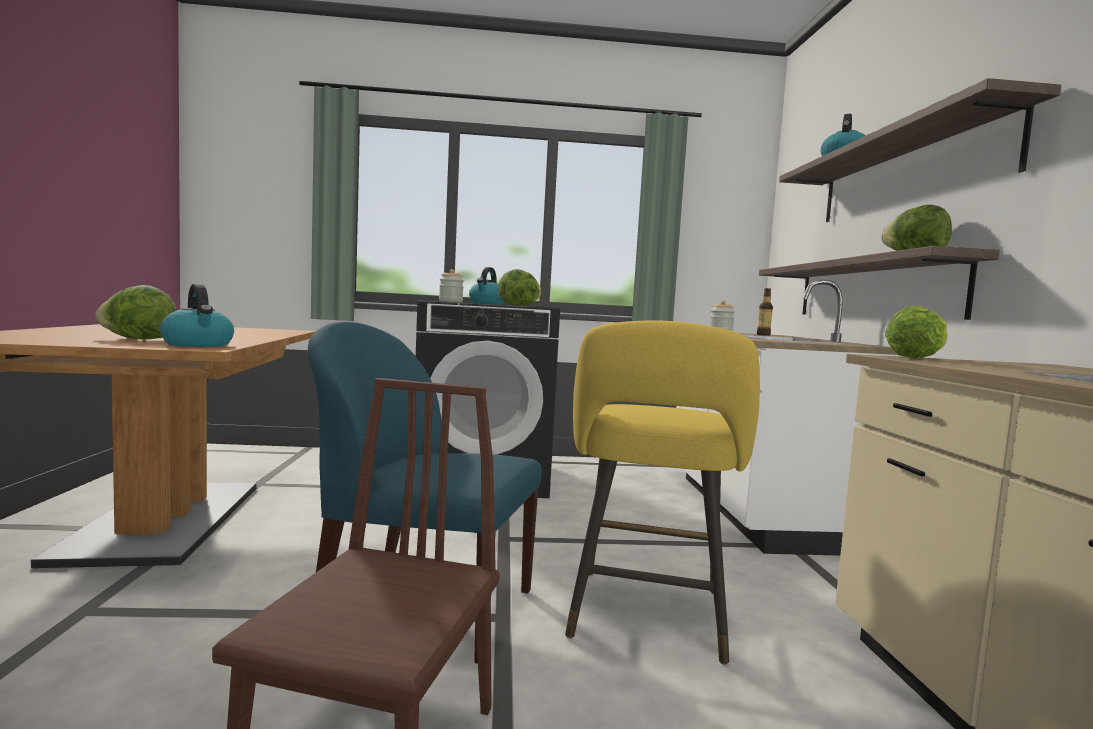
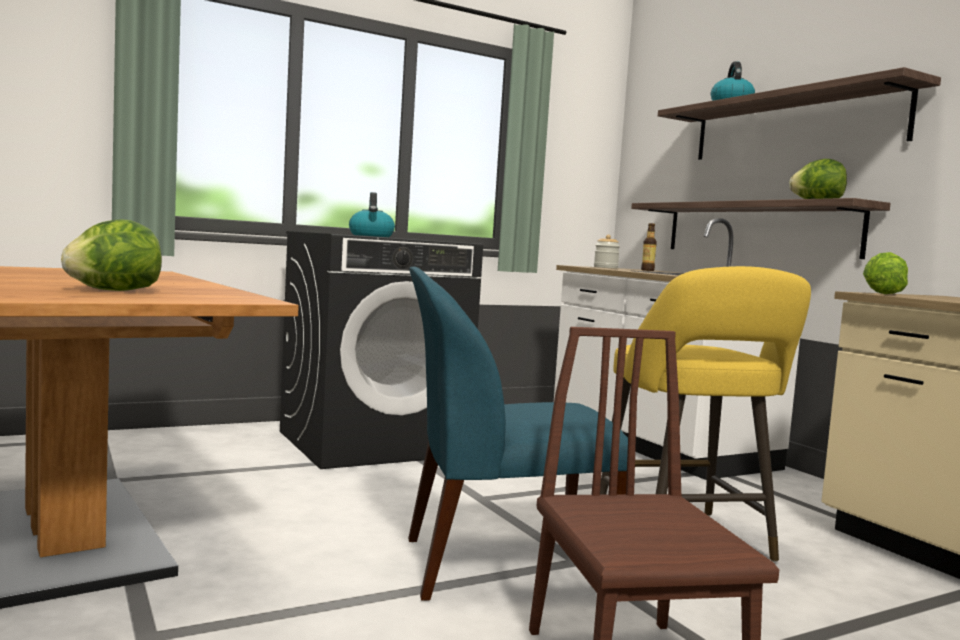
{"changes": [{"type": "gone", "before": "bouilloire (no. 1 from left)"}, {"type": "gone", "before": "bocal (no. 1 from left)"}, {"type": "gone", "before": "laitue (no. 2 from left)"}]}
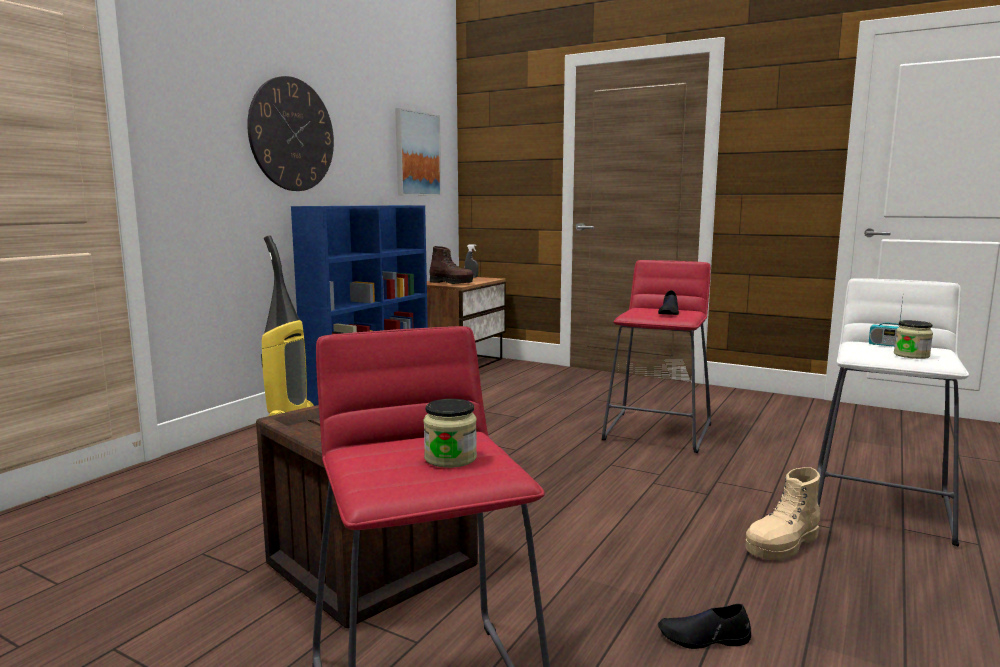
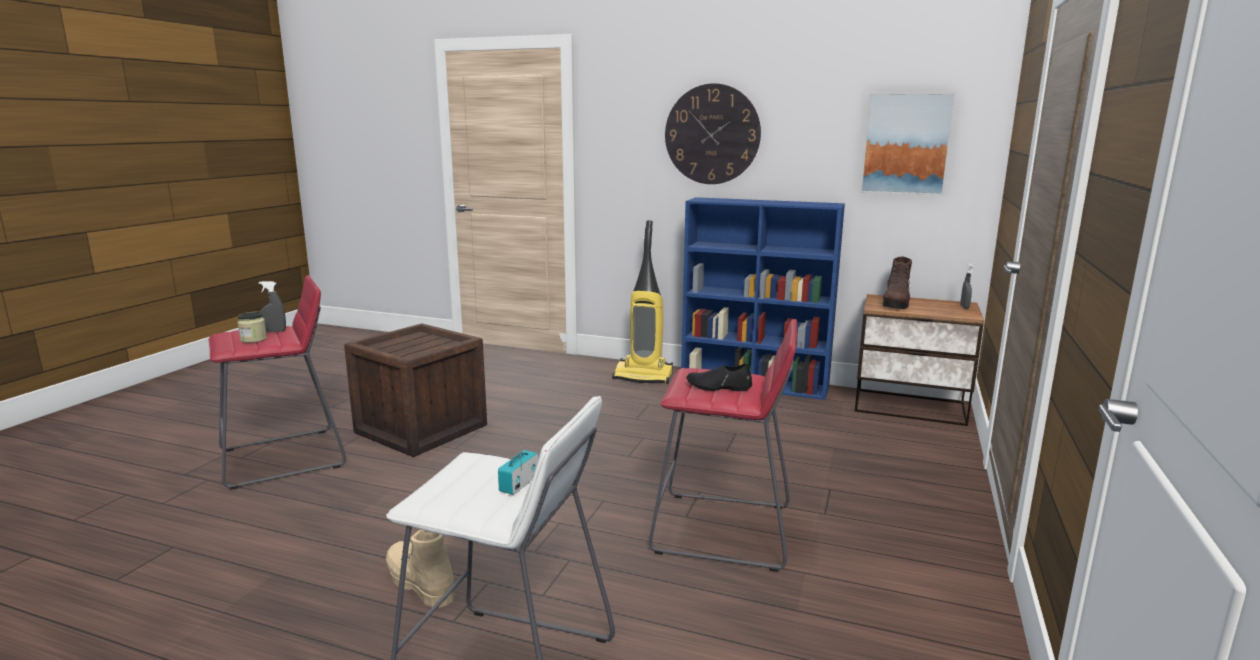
{"changes": [{"type": "gone", "before": "chaussure (noir) (no. 2 from left)"}, {"type": "gone", "before": "bocal (no. 2 from left)"}, {"type": "new", "after": "vaporisateur (gris) (no. 1 from left)"}]}
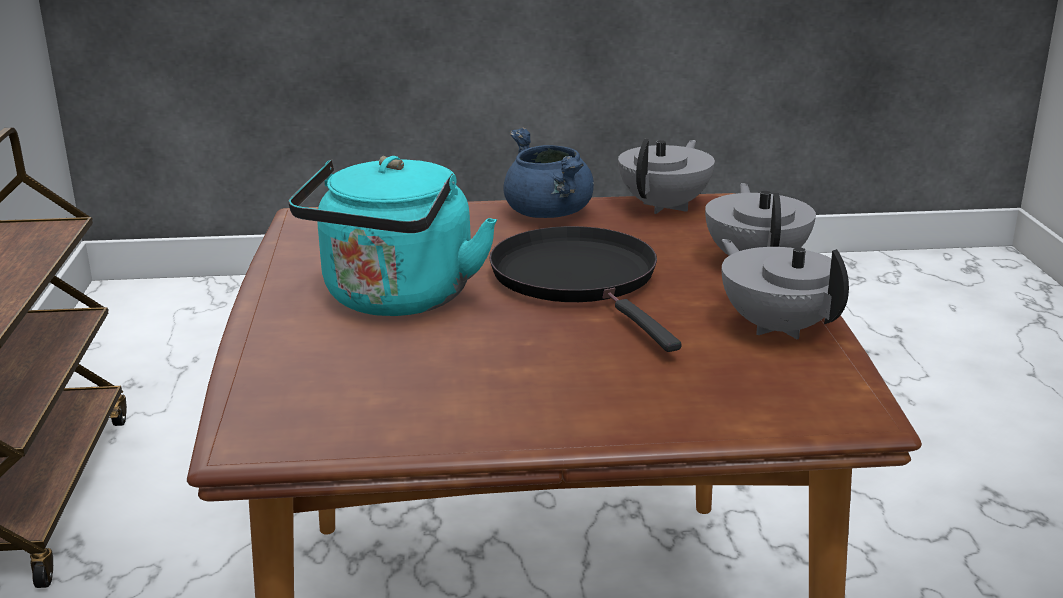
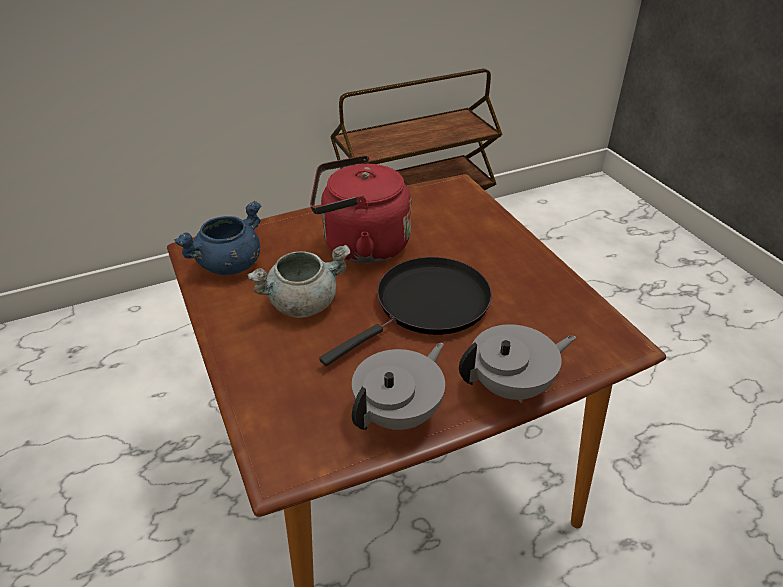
{"changes": [{"type": "gone", "before": "théière (gris) (no. 1 from left)"}, {"type": "new", "after": "marmite (gris)"}, {"type": "shifted", "before": "marmite (bleu)"}, {"type": "repainted", "before": "bouilloire (turquoise)", "after": "bouilloire (rouge)"}]}
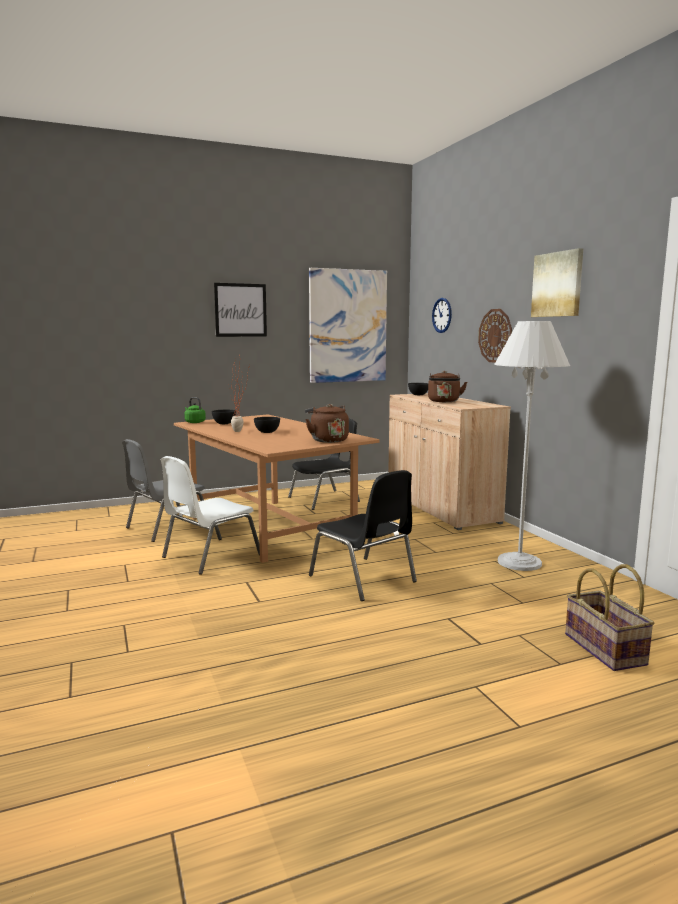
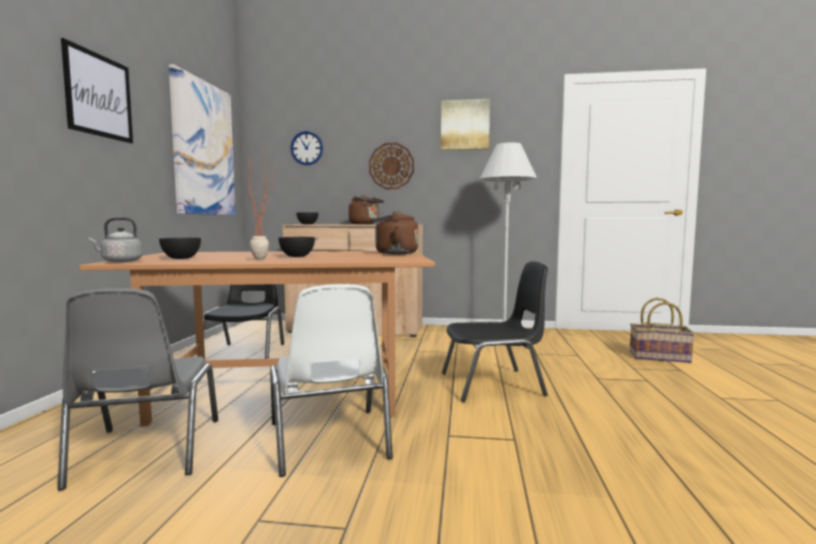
{"changes": [{"type": "repainted", "before": "bouilloire (vert)", "after": "bouilloire (gris)"}]}
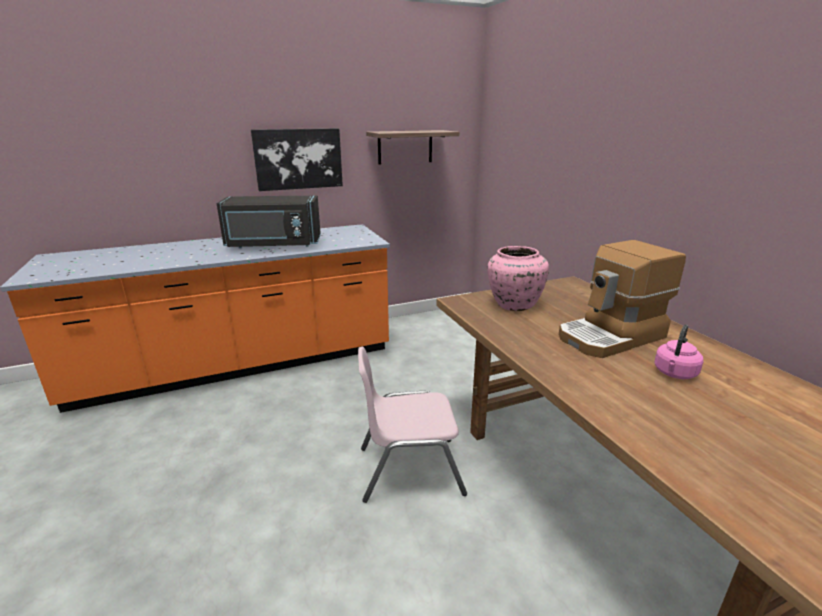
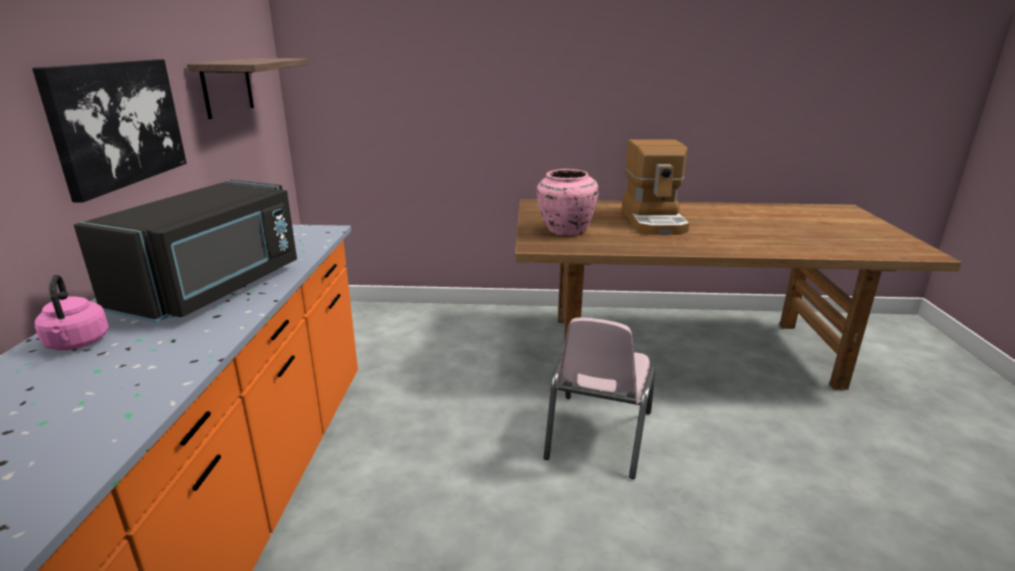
{"changes": [{"type": "shifted", "before": "bouilloire (rose)"}]}
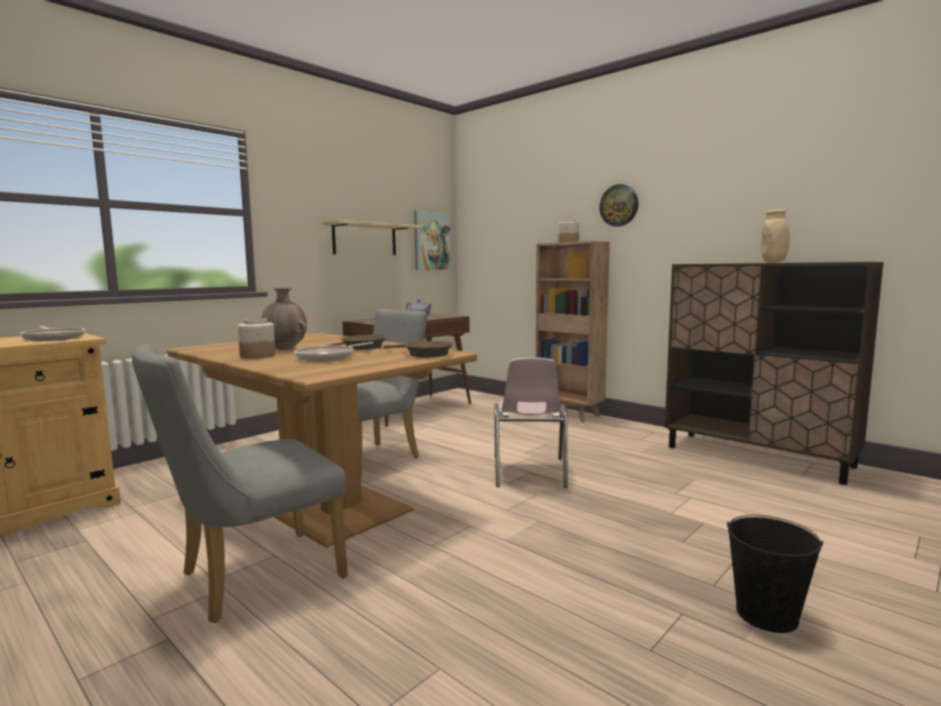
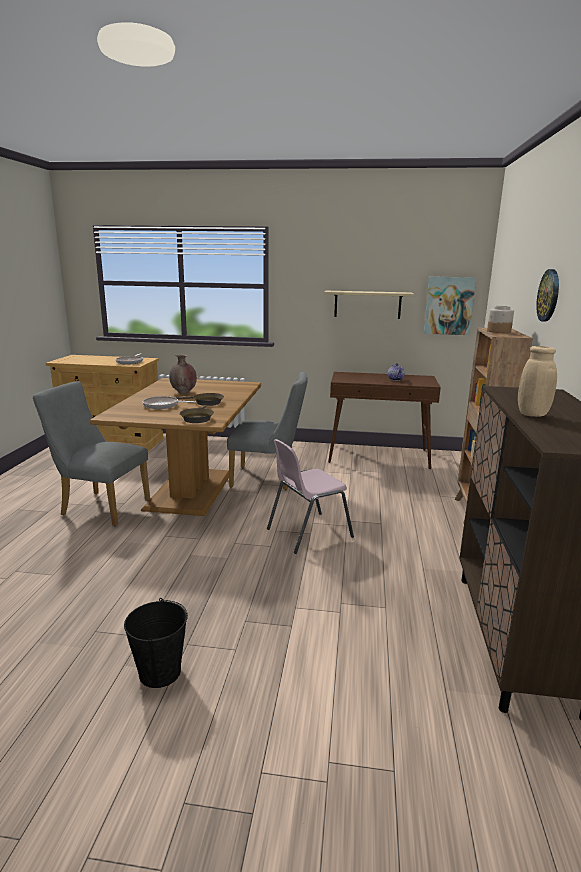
{"changes": [{"type": "gone", "before": "bocal (no. 1 from left)"}]}
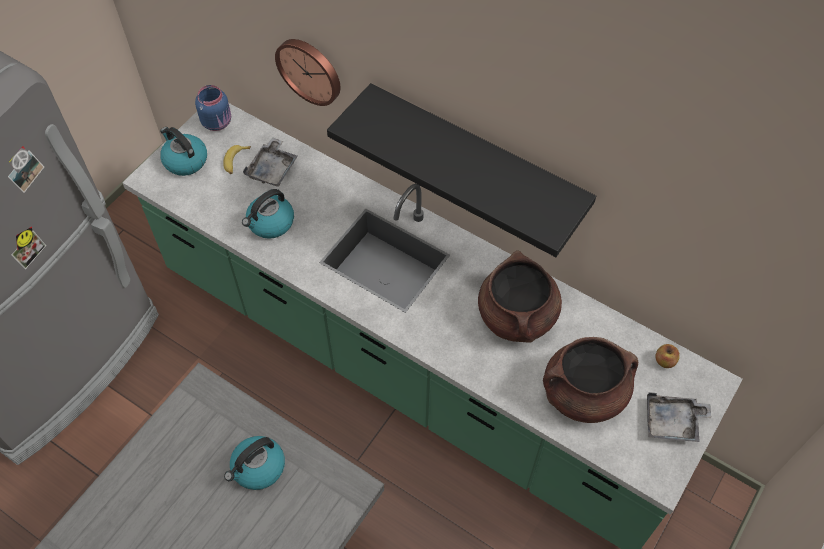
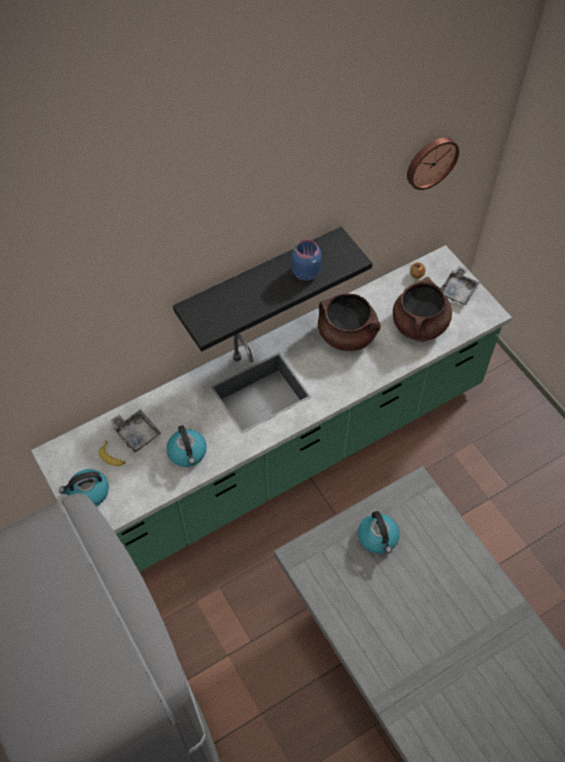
{"changes": [{"type": "shifted", "before": "bocal (bleu)"}, {"type": "shifted", "before": "horloge murale"}]}
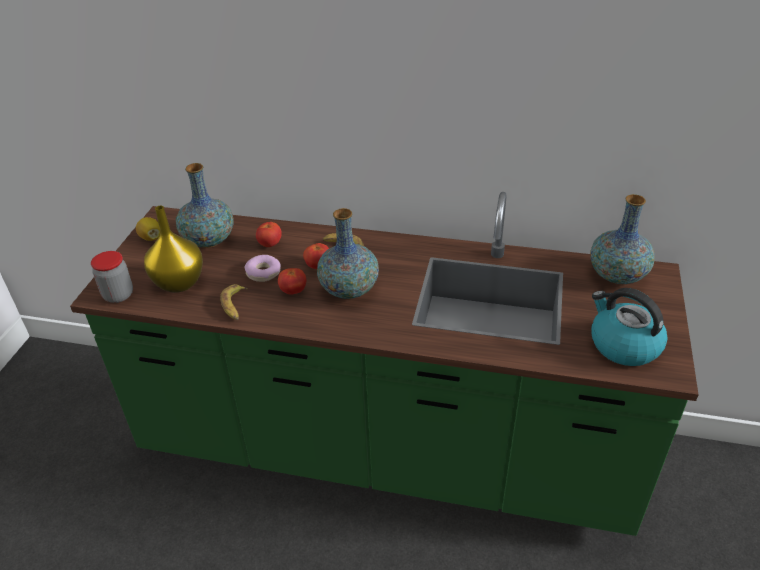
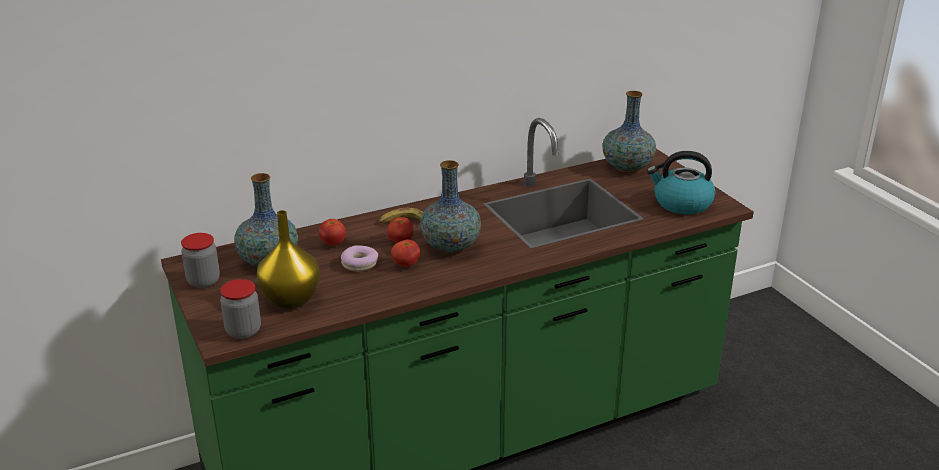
{"changes": [{"type": "gone", "before": "banane (no. 1 from left)"}, {"type": "swapped", "before": "citron", "after": "bocal (no. 1 from left)"}]}
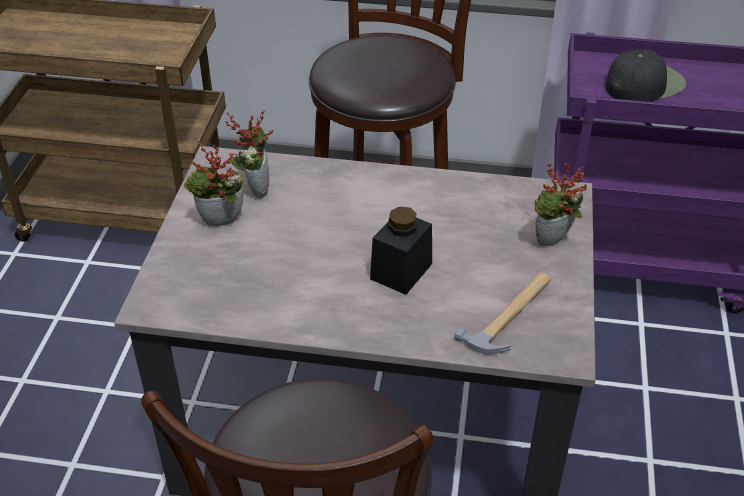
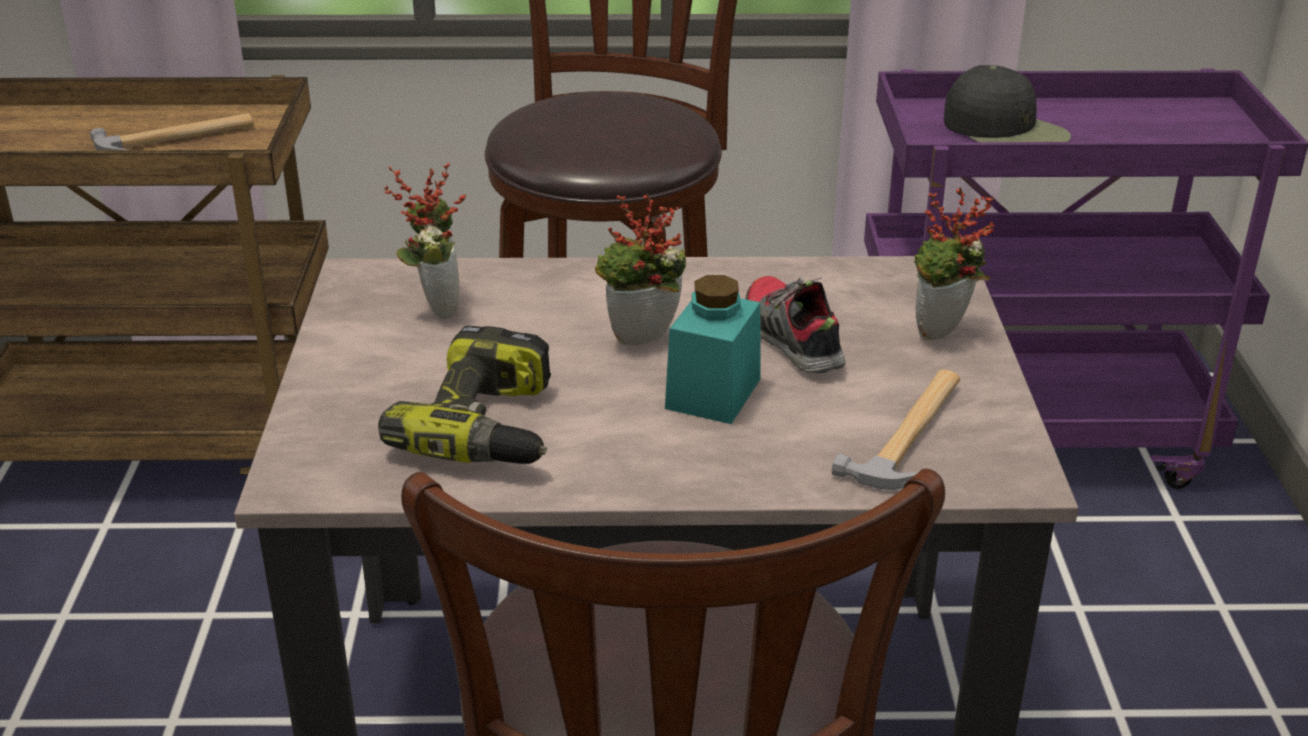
{"changes": [{"type": "new", "after": "marteau (no. 1 from left)"}, {"type": "new", "after": "perceuse"}, {"type": "new", "after": "chaussure"}, {"type": "shifted", "before": "plante en pot (no. 1 from left in the first image)", "after": "plante en pot (no. 2 from left)"}, {"type": "repainted", "before": "bocal (noir)", "after": "bocal (turquoise)"}, {"type": "rotated", "before": "casquette (noir)", "turn": 90}]}
